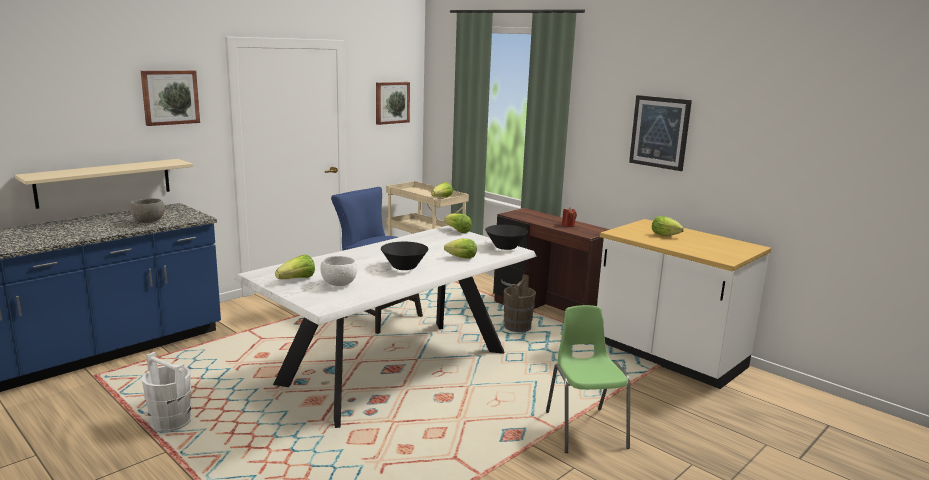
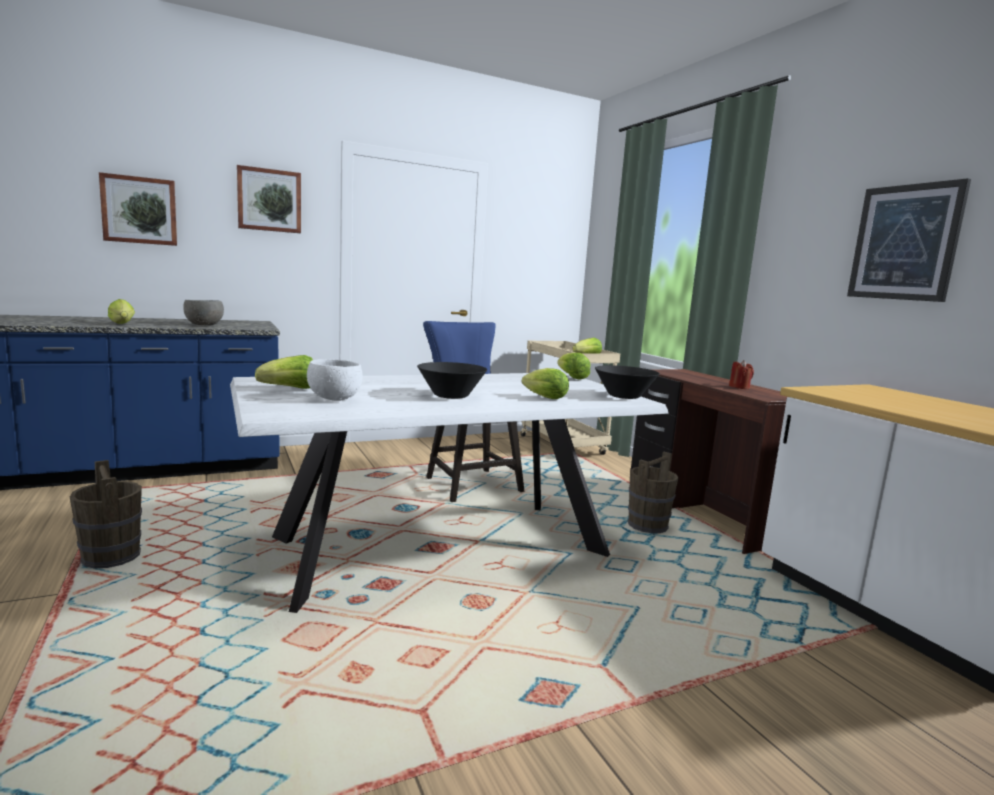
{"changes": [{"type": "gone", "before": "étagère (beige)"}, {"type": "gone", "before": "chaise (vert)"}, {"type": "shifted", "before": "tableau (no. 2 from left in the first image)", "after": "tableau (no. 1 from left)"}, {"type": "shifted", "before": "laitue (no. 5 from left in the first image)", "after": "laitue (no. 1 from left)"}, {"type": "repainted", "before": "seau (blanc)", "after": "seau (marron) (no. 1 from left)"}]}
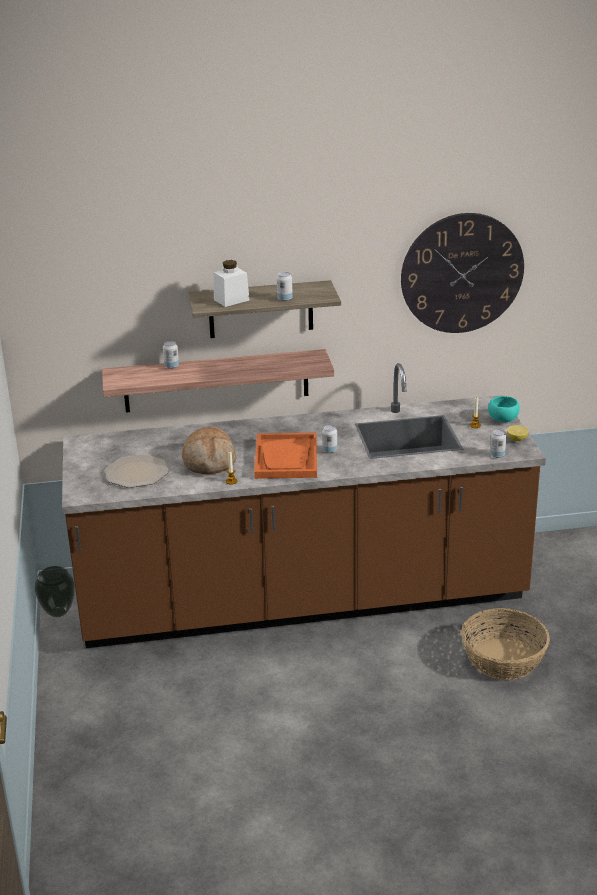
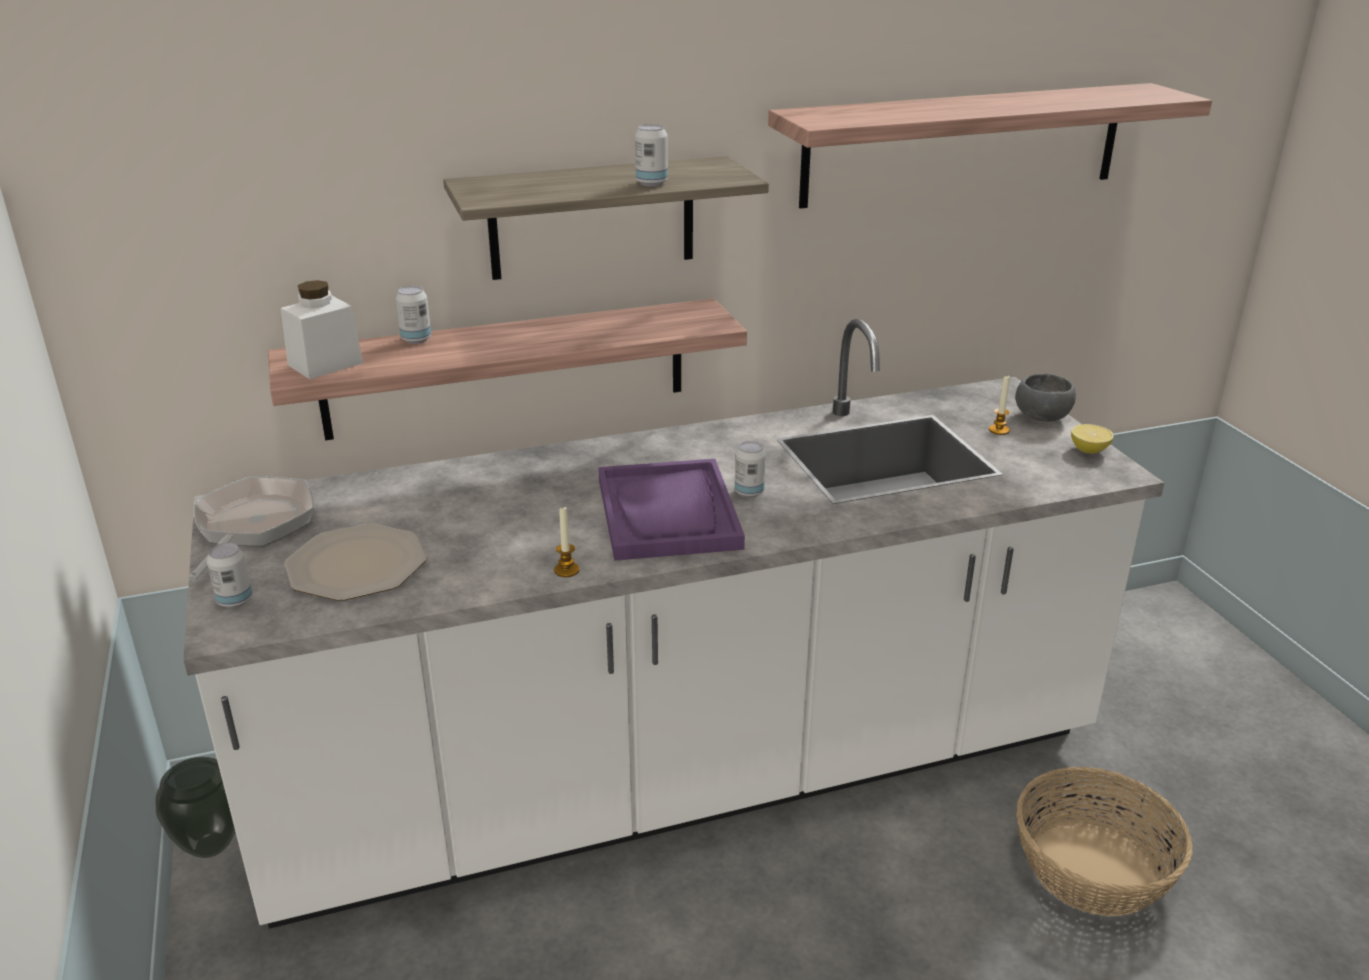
{"changes": [{"type": "gone", "before": "pain"}, {"type": "new", "after": "poêle"}, {"type": "shifted", "before": "bocal (blanc)"}, {"type": "shifted", "before": "boîte métallique (no. 4 from left in the first image)", "after": "boîte métallique (no. 1 from left)"}, {"type": "swapped", "before": "horloge murale", "after": "étagère (no. 3 from left)"}, {"type": "repainted", "before": "comptoir de cuisine (marron)", "after": "comptoir de cuisine (blanc)"}, {"type": "repainted", "before": "plateau (orange)", "after": "plateau (violet)"}, {"type": "repainted", "before": "bol (turquoise)", "after": "bol (gris)"}]}
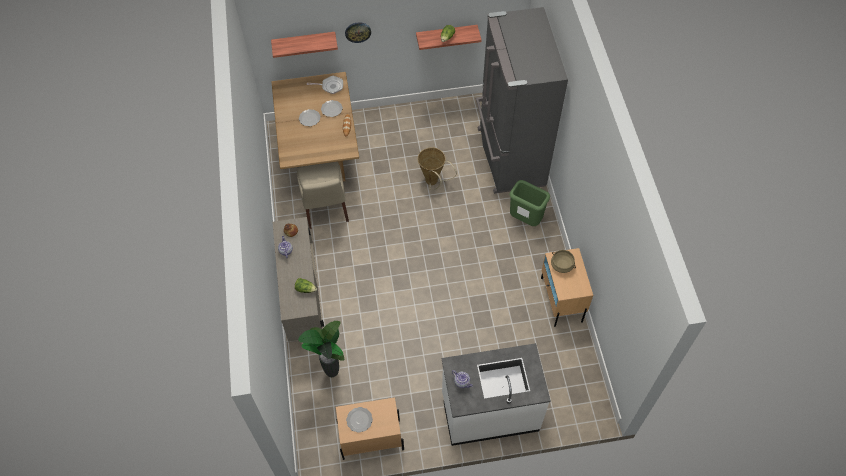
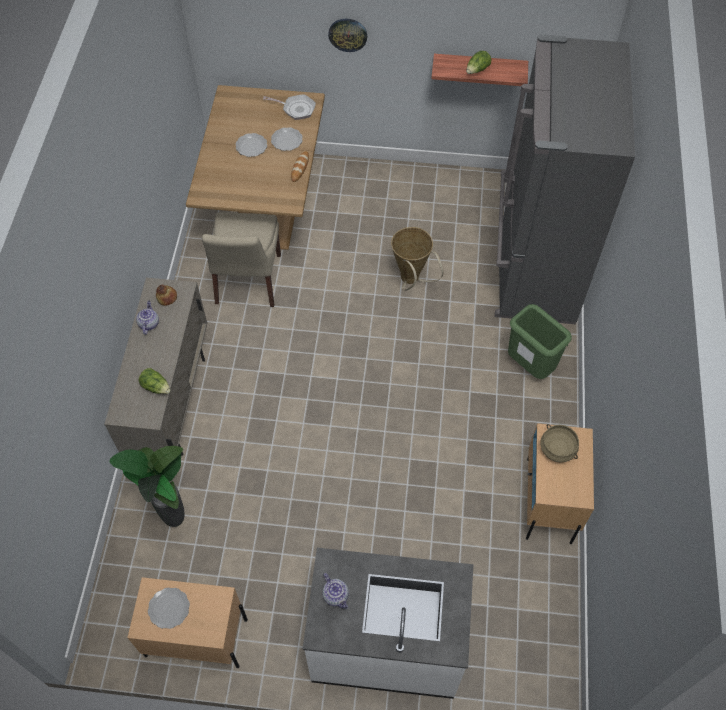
{"changes": [{"type": "gone", "before": "étagère (no. 1 from left)"}]}
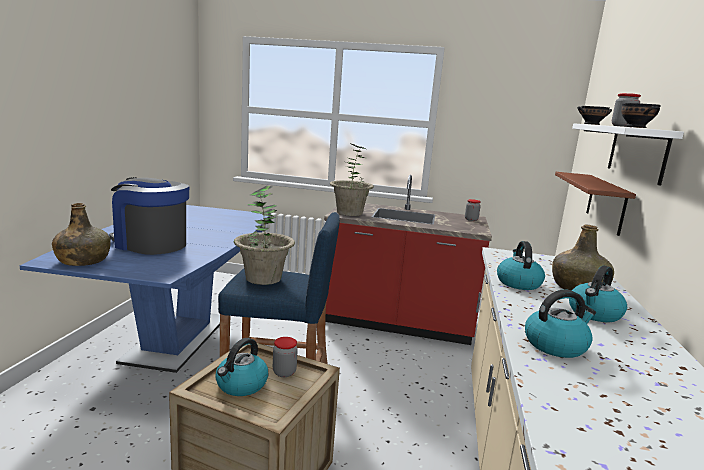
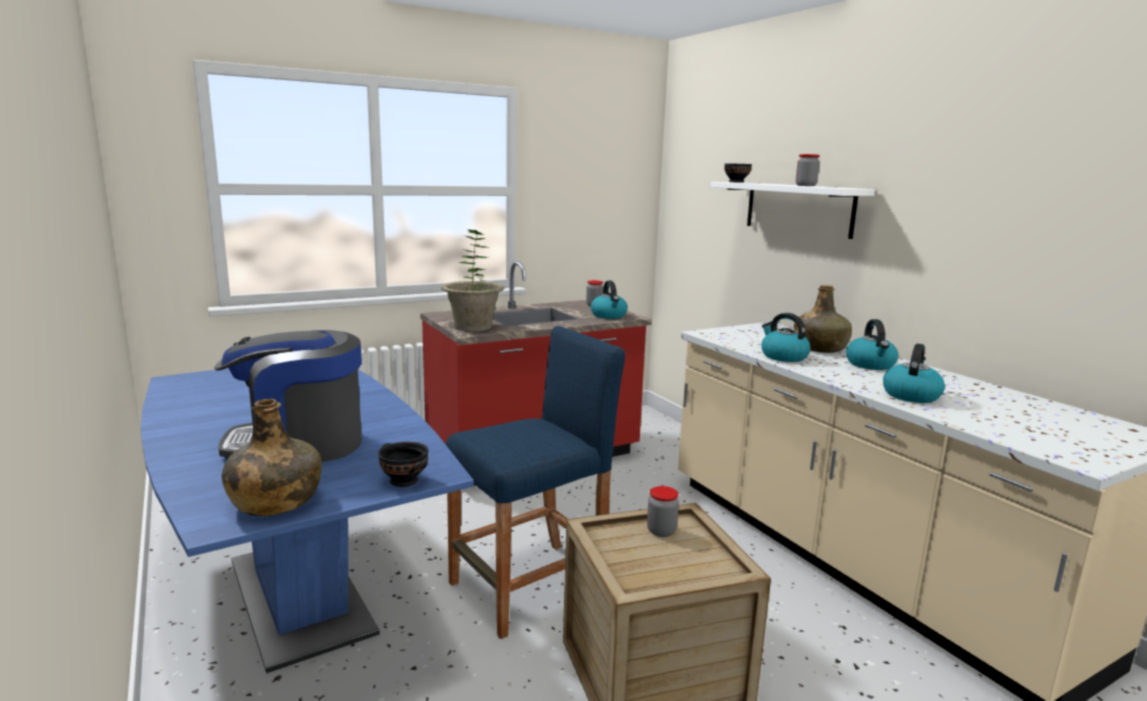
{"changes": [{"type": "gone", "before": "plante en pot (no. 1 from left)"}, {"type": "gone", "before": "étagère (marron)"}, {"type": "shifted", "before": "bouilloire (no. 1 from left)"}, {"type": "shifted", "before": "bol (noir) (no. 2 from left in the first image)", "after": "bol (noir) (no. 1 from left)"}]}
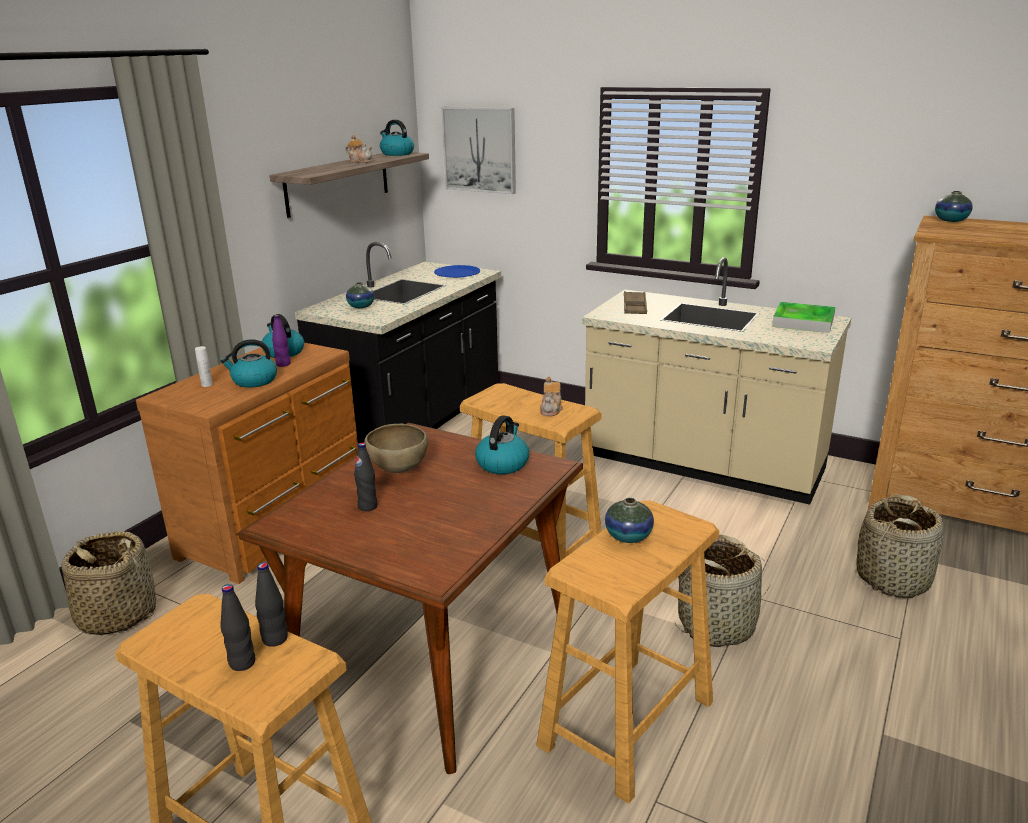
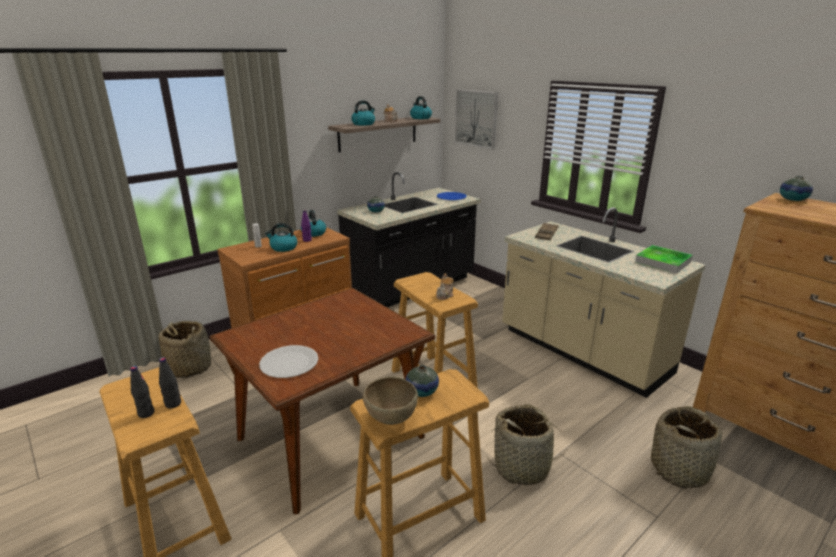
{"changes": [{"type": "gone", "before": "bouteille (noir) (no. 3 from left)"}, {"type": "new", "after": "assiette (blanc)"}, {"type": "shifted", "before": "bol (marron)"}, {"type": "shifted", "before": "bouilloire (no. 4 from left in the first image)", "after": "bouilloire (no. 3 from left)"}]}
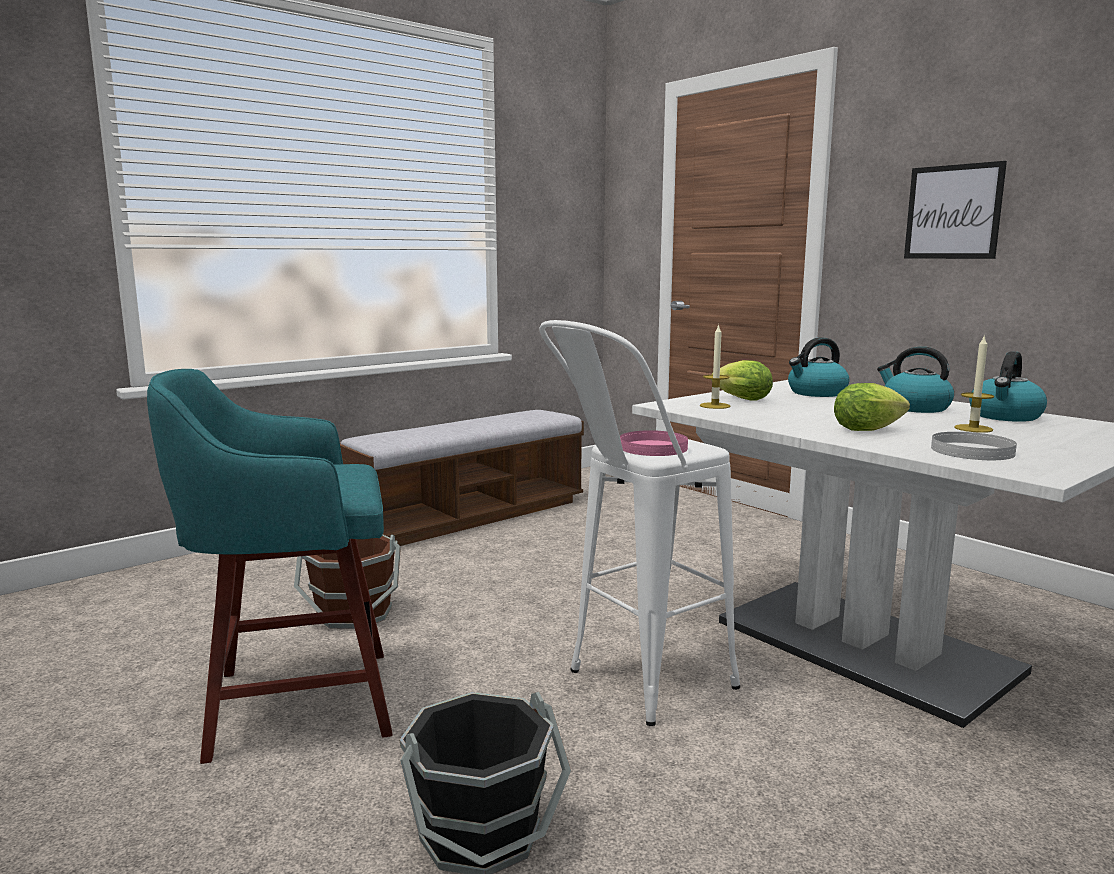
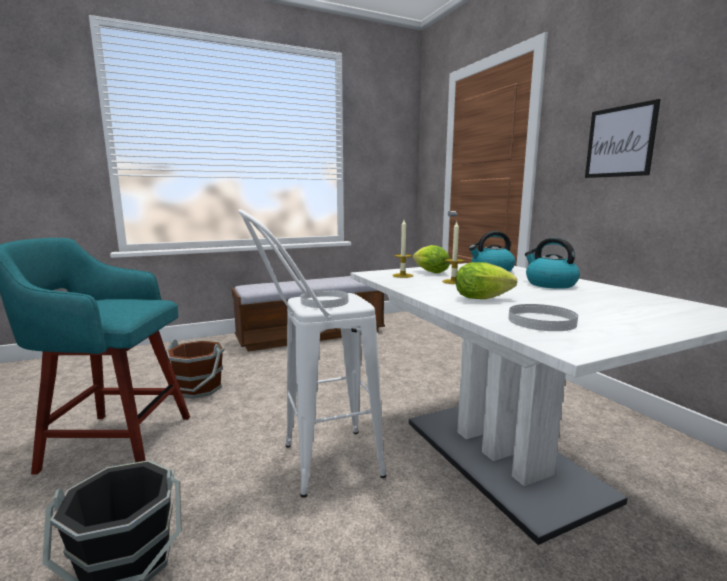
{"changes": [{"type": "gone", "before": "bouilloire (no. 3 from left)"}, {"type": "shifted", "before": "bougie (no. 2 from left)"}, {"type": "repainted", "before": "assiette (rose)", "after": "assiette (blanc) (no. 1 from left)"}]}
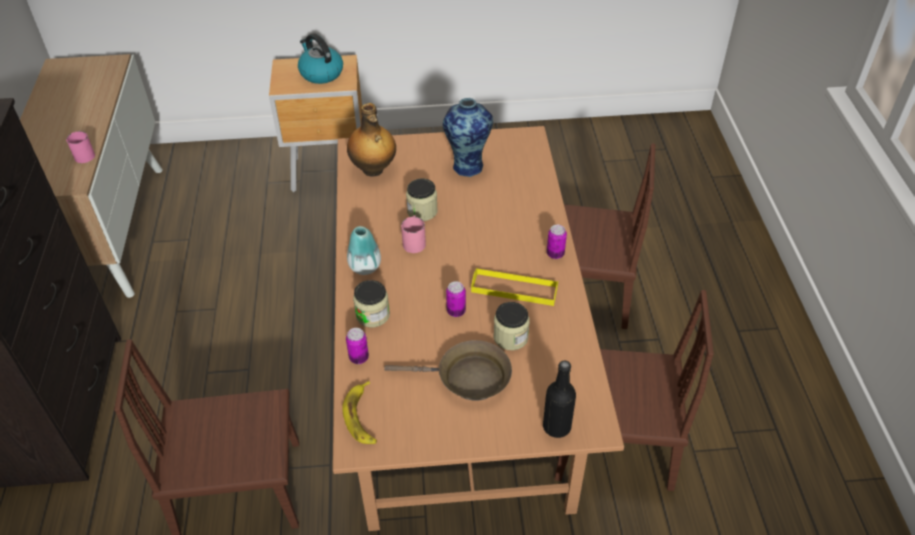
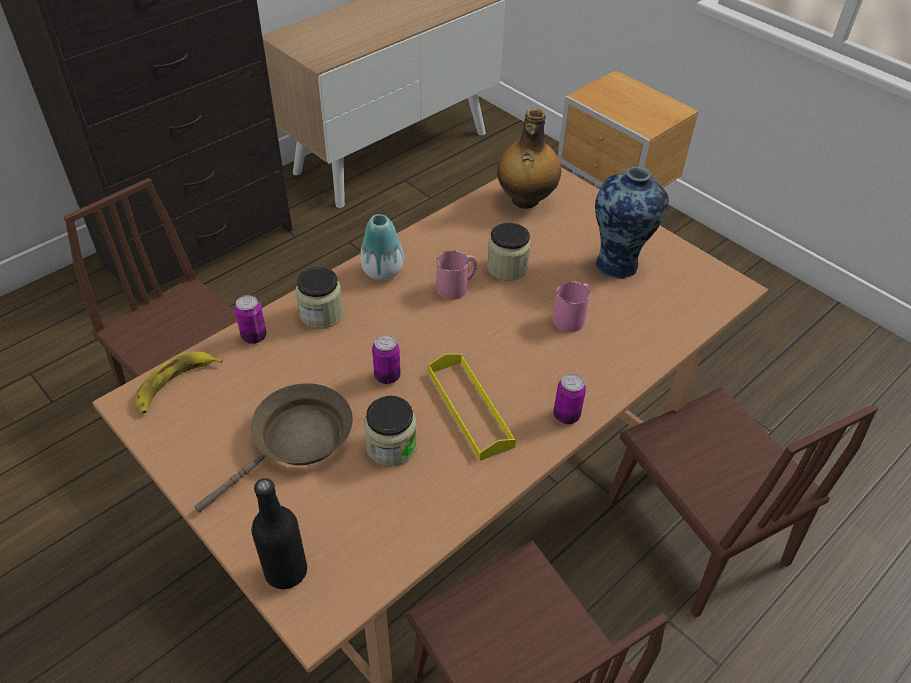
{"changes": [{"type": "gone", "before": "bouilloire"}, {"type": "shifted", "before": "mug (rose) (no. 1 from left in the first image)", "after": "mug (rose) (no. 2 from left)"}, {"type": "rotated", "before": "poêle (marron)", "turn": -105}]}
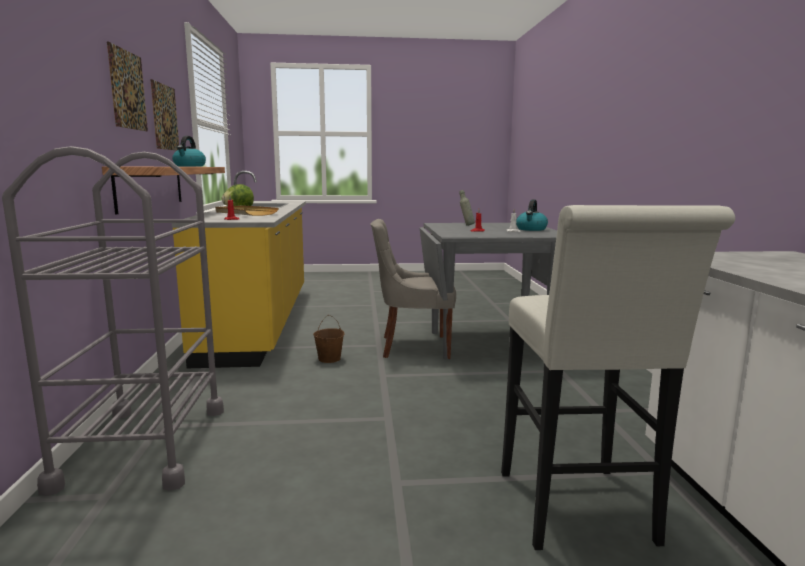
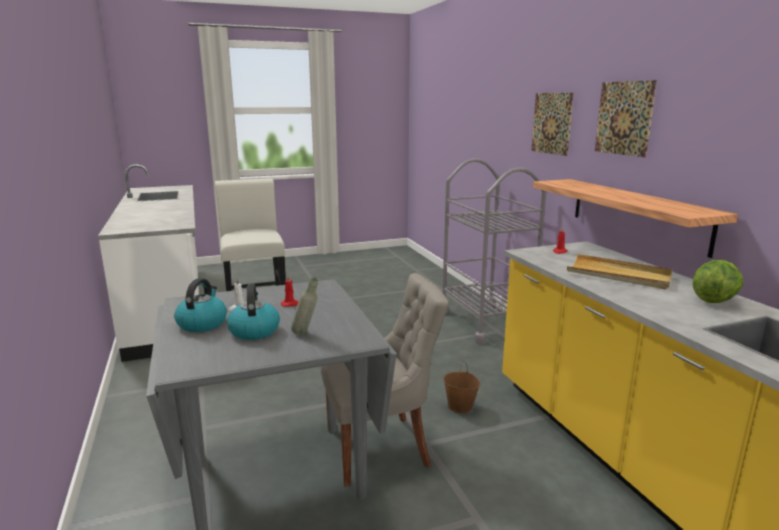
{"changes": [{"type": "shifted", "before": "tableau (no. 2 from left in the first image)", "after": "tableau (no. 1 from left)"}, {"type": "shifted", "before": "bouilloire (no. 1 from left in the first image)", "after": "bouilloire (no. 2 from left)"}]}
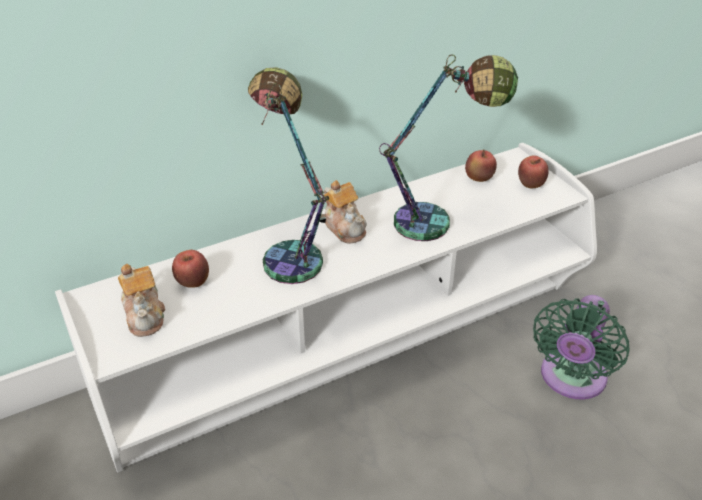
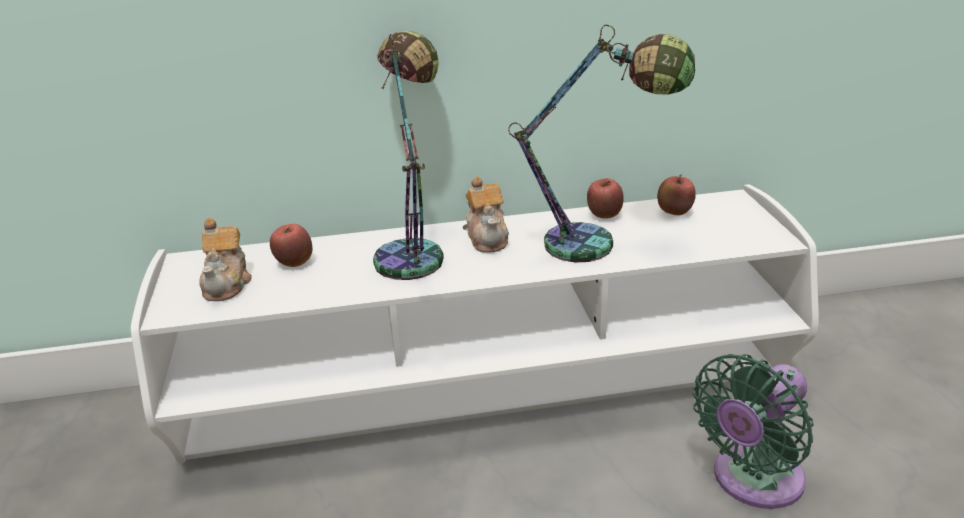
{"changes": [{"type": "shifted", "before": "pomme (no. 3 from left in the first image)", "after": "pomme (no. 2 from left)"}]}
